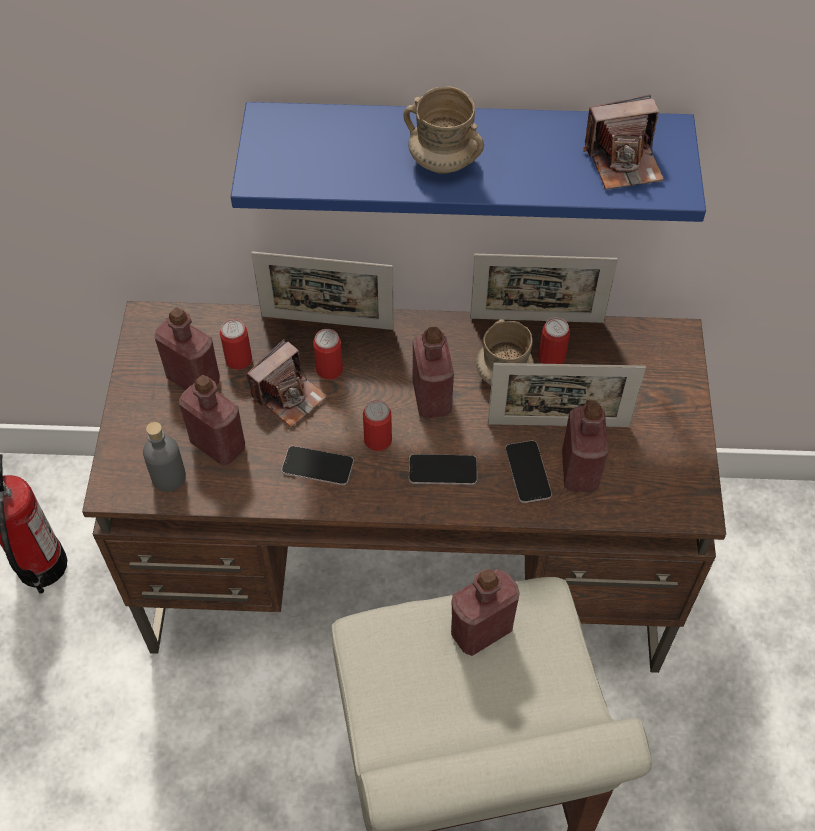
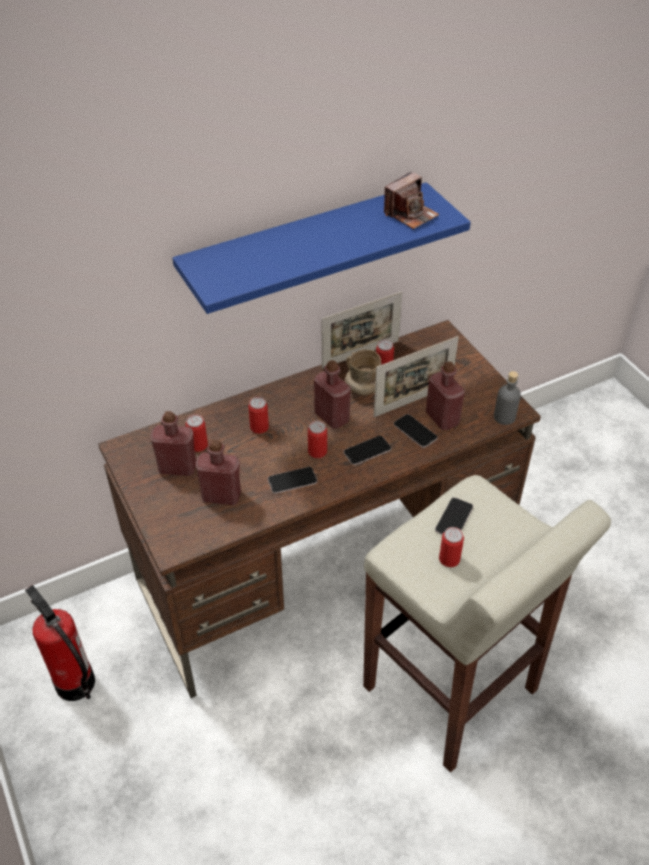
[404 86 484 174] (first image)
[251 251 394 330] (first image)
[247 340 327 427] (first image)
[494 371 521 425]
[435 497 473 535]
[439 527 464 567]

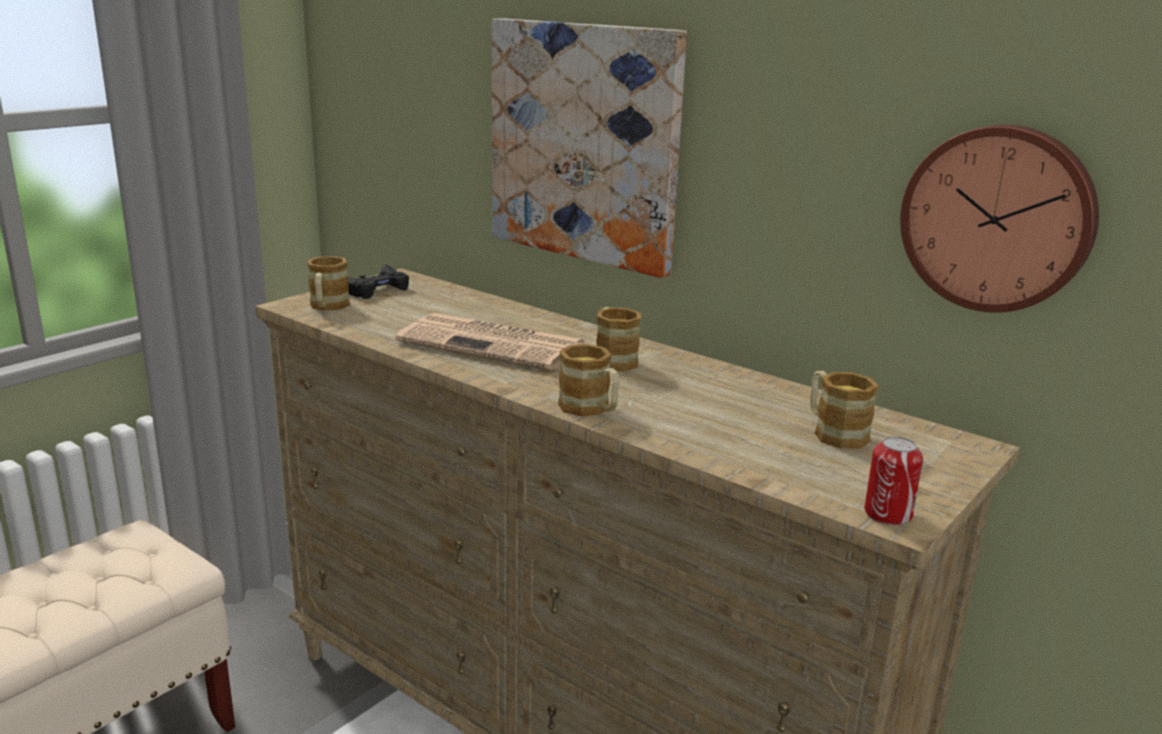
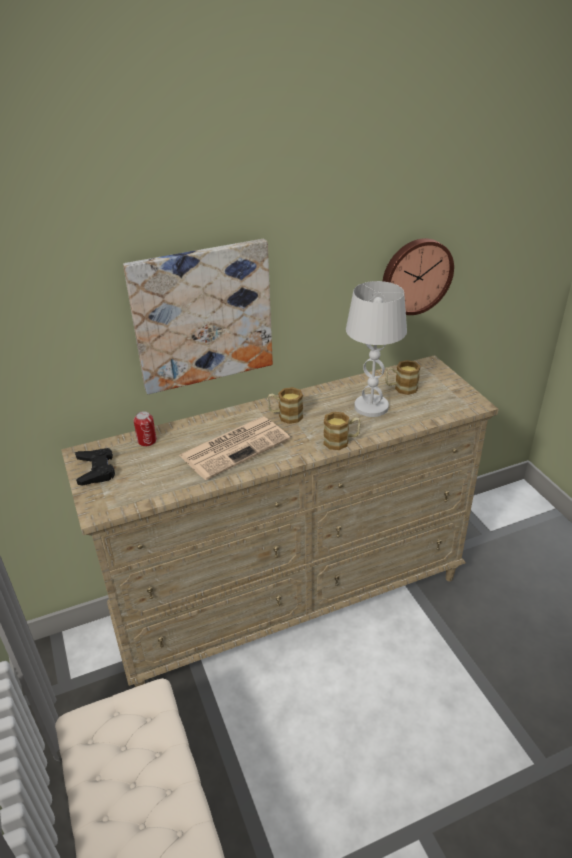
[307 256 350 311] (first image)
[133 411 157 447]
[346 281 407 417]

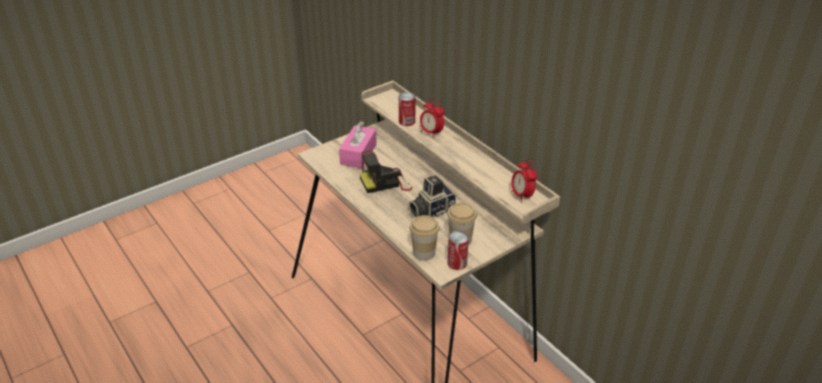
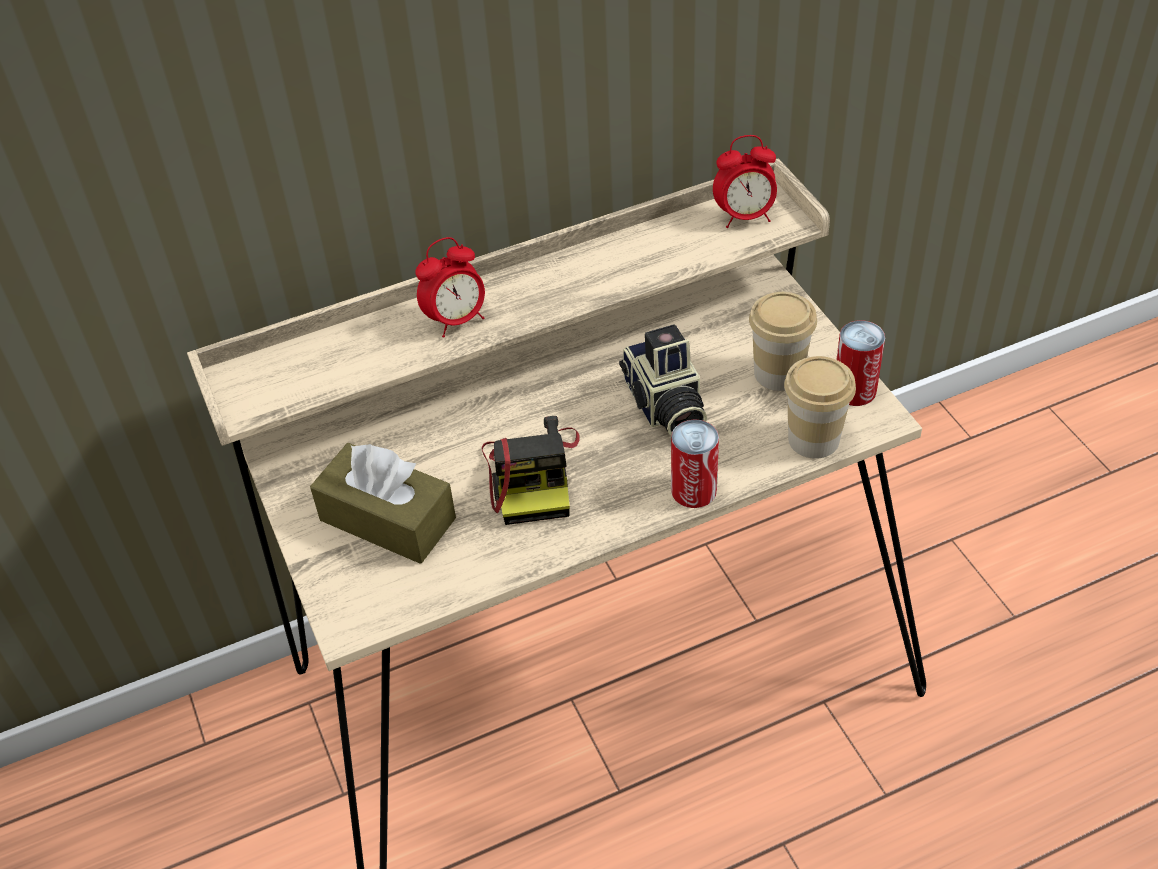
[671 419 719 508]
[310 443 456 564]

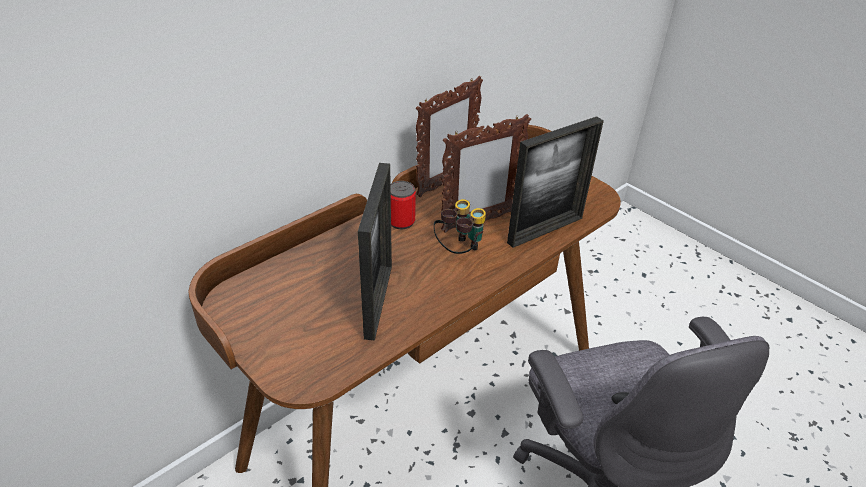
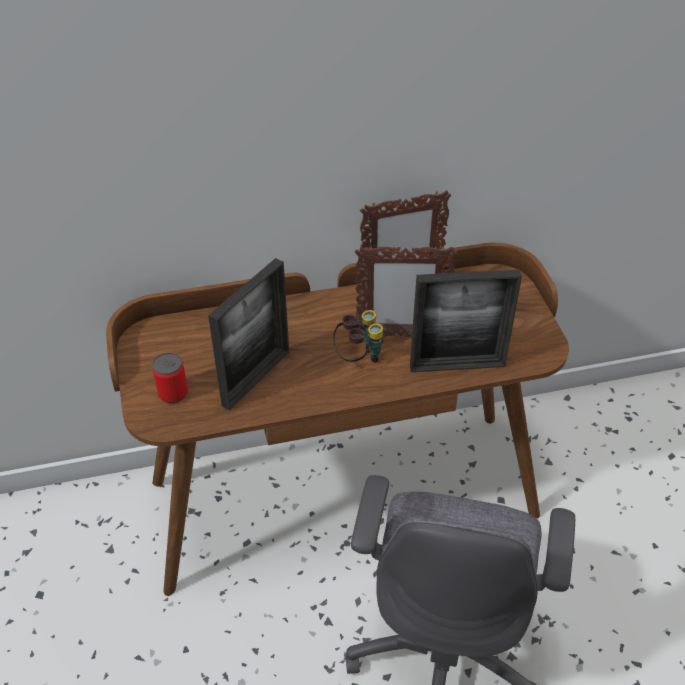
[152 353 188 404]

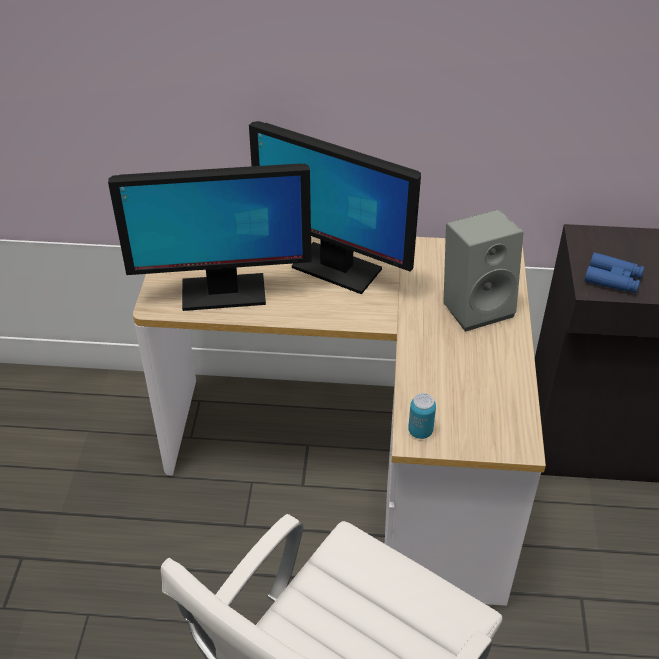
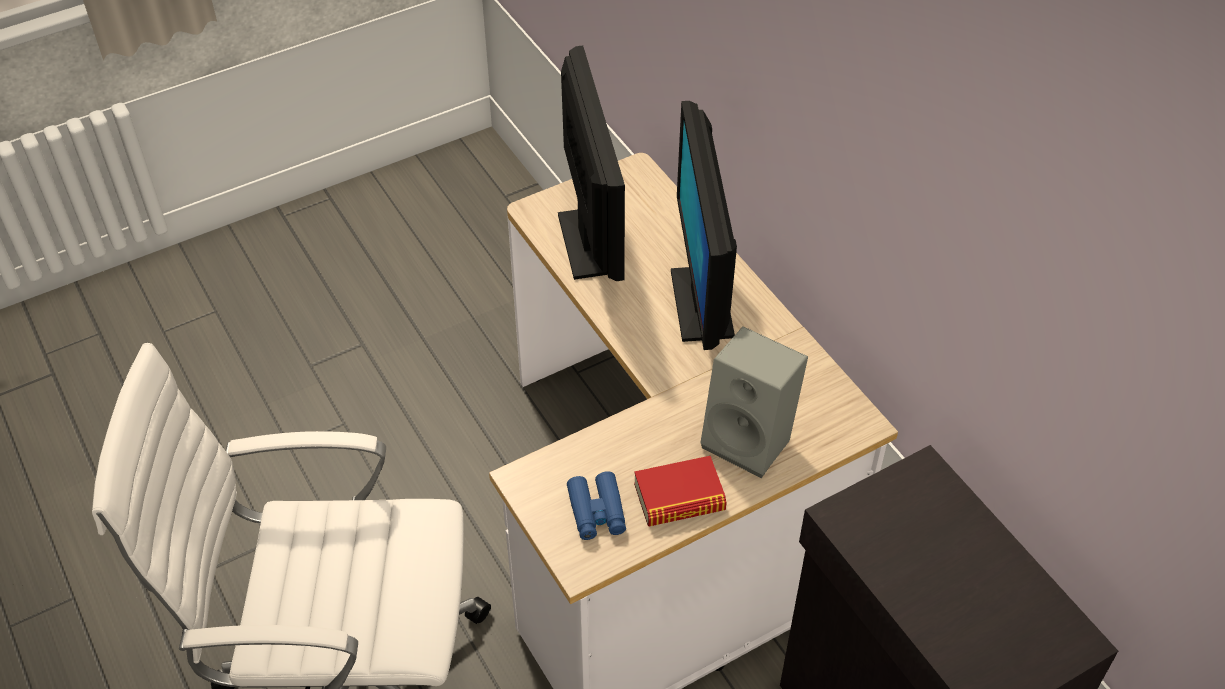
[558 46 625 281]
[567 471 626 540]
[408 393 436 439] (first image)
[634 456 727 526]

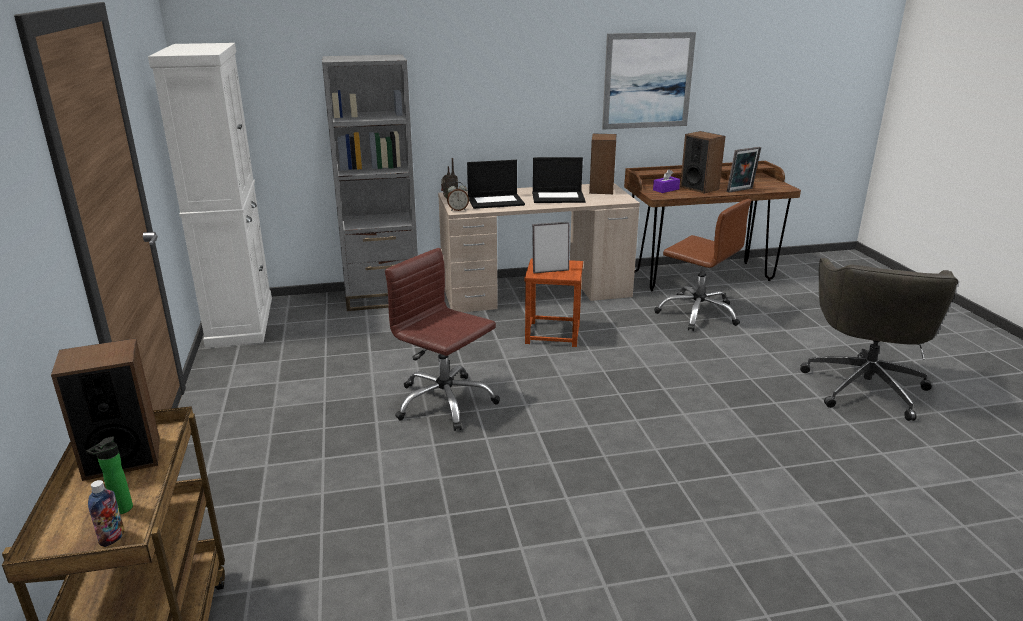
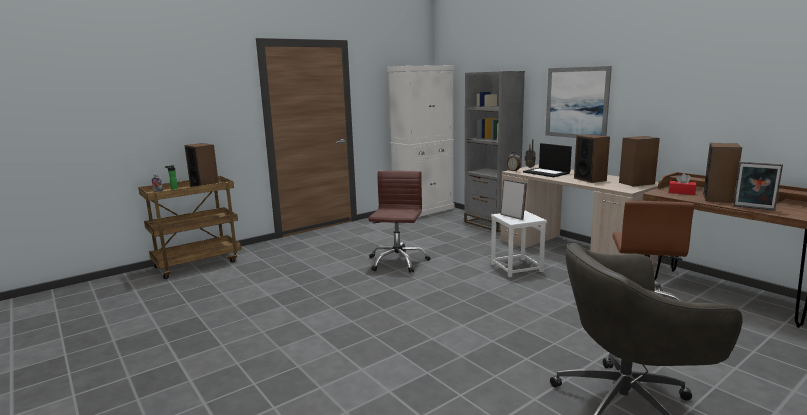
[545 66 612 138]
[574 134 610 183]
[669 173 696 195]
[491 210 547 277]

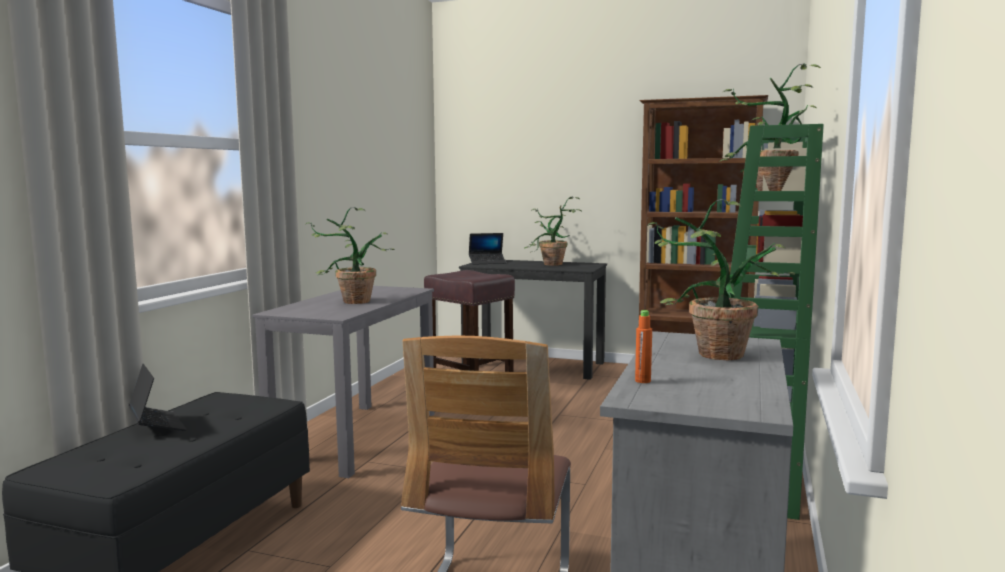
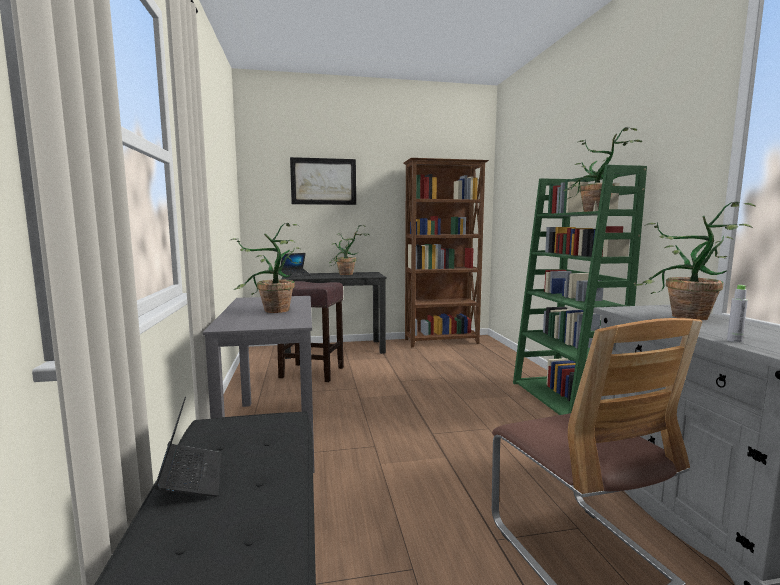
[727 285 748 342]
[154 397 222 497]
[290 157 356 205]

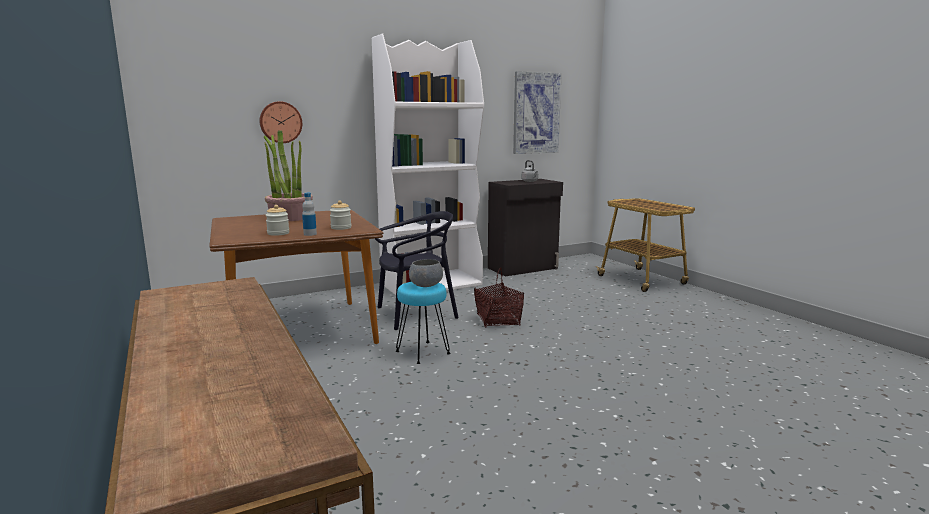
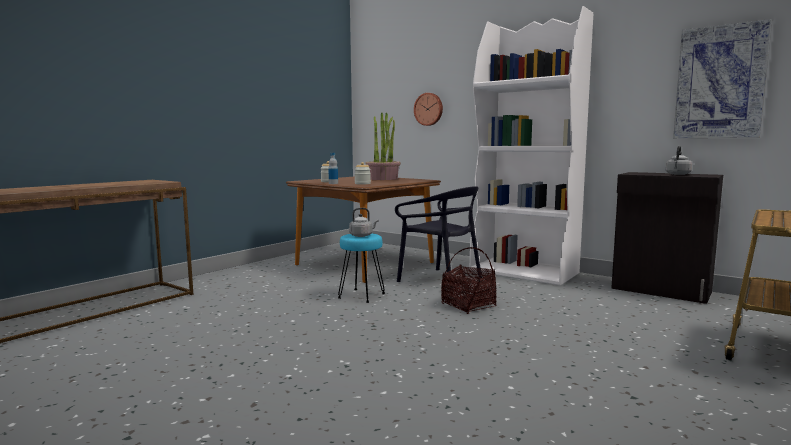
[349 208 379 237]

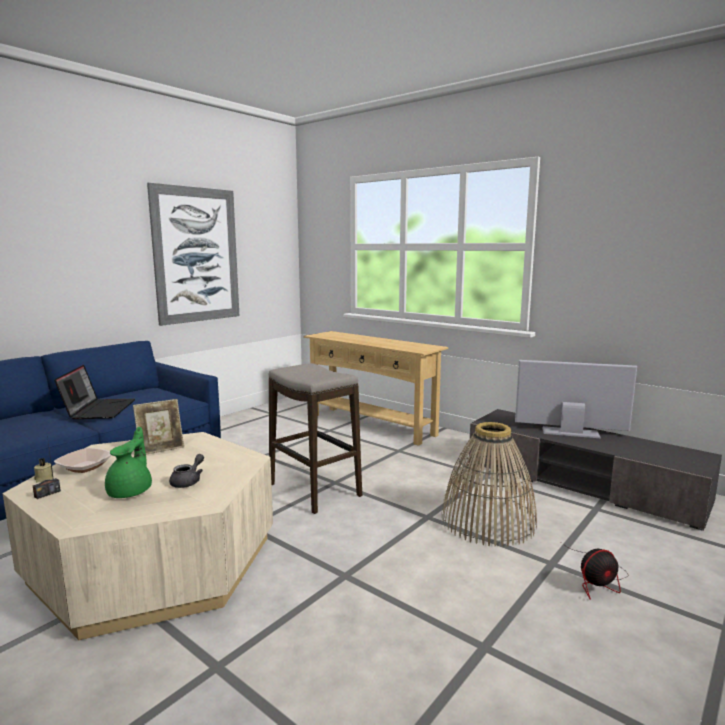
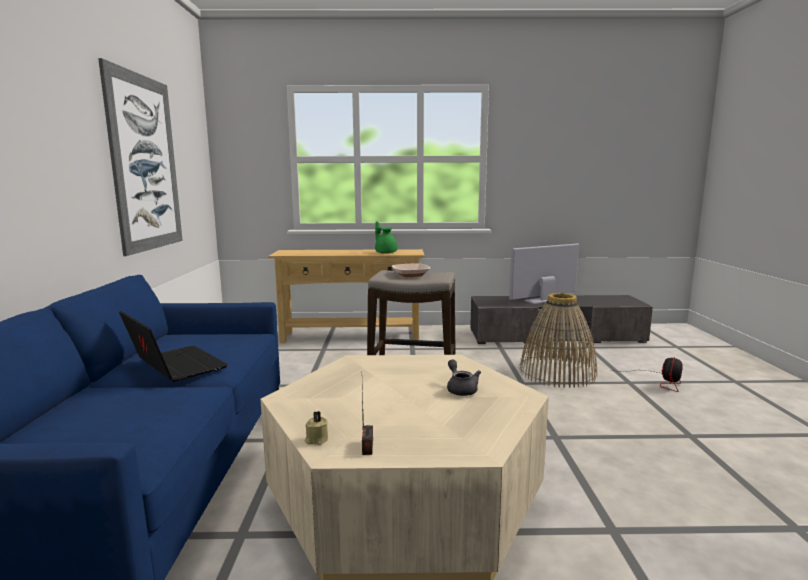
[133 399 184 455] (first image)
[375 221 398 254]
[392 263 430 277]

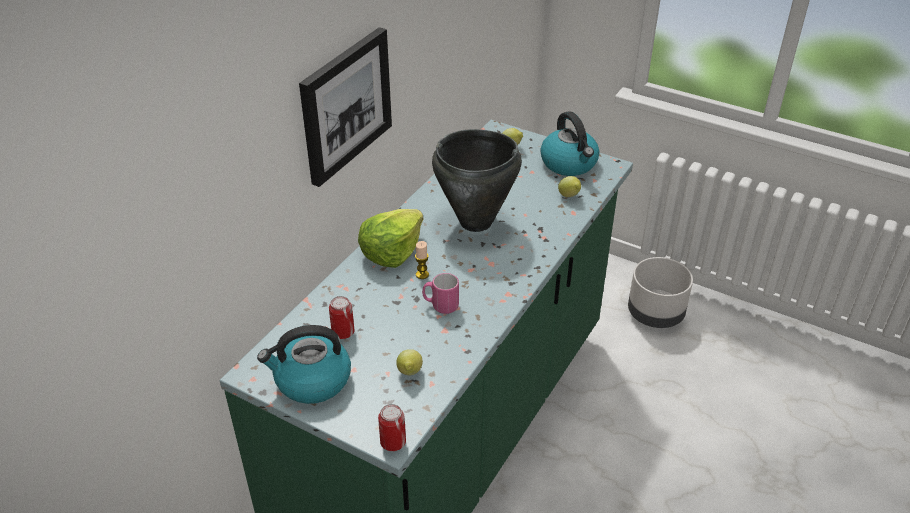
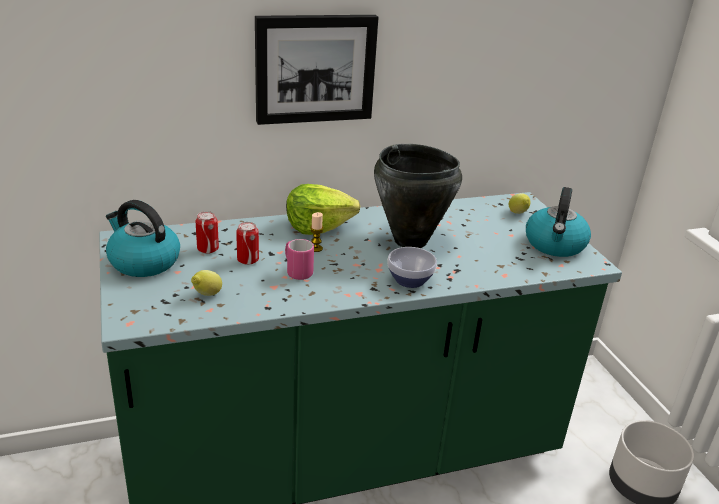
[558 176 581 197] (first image)
[236 222 259 265]
[387 247 437 288]

